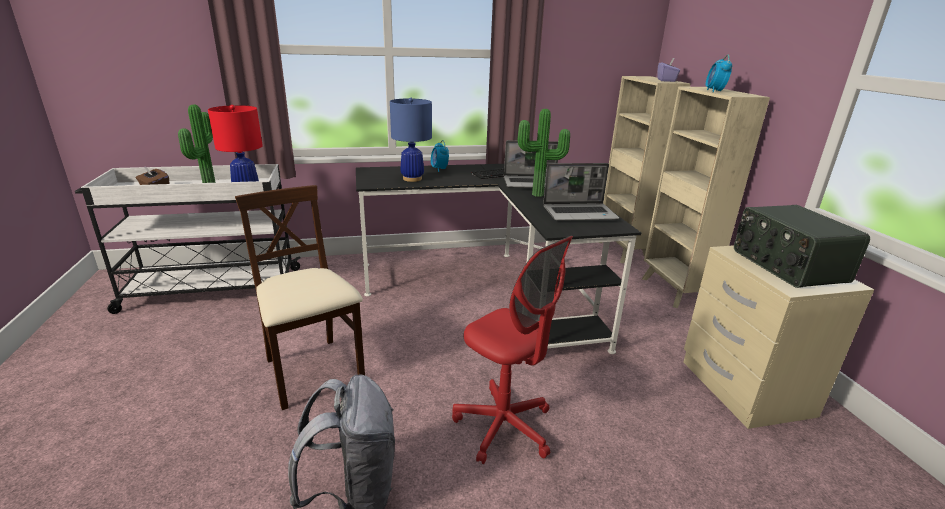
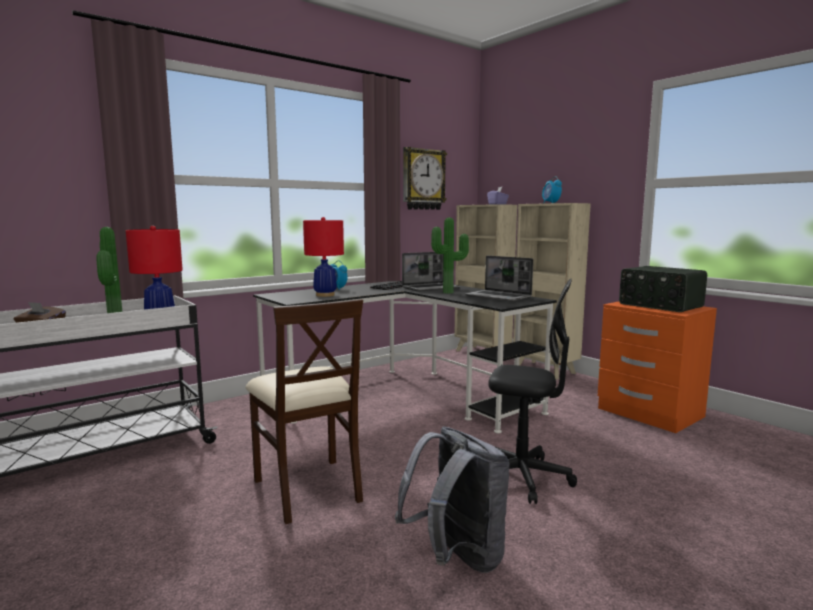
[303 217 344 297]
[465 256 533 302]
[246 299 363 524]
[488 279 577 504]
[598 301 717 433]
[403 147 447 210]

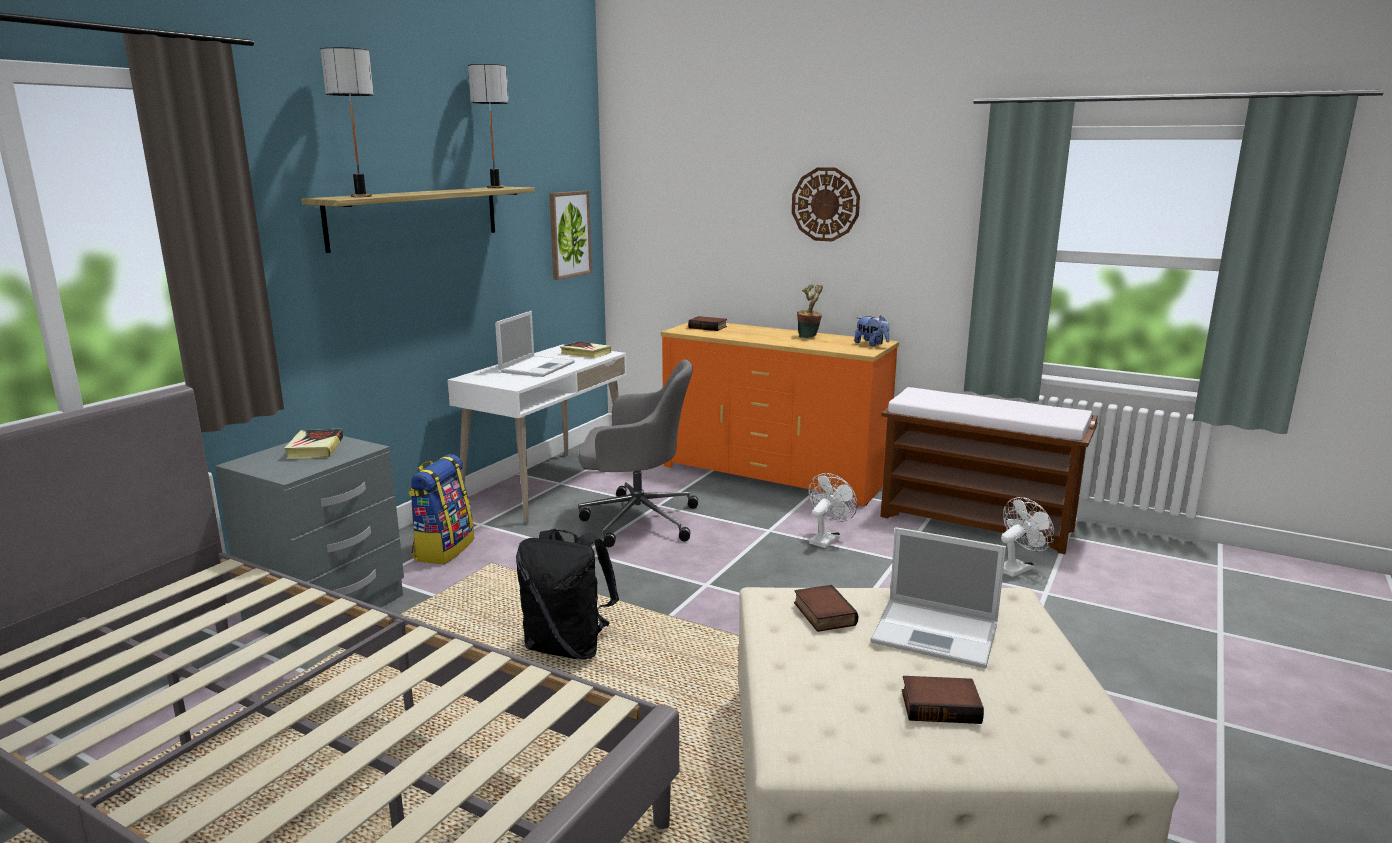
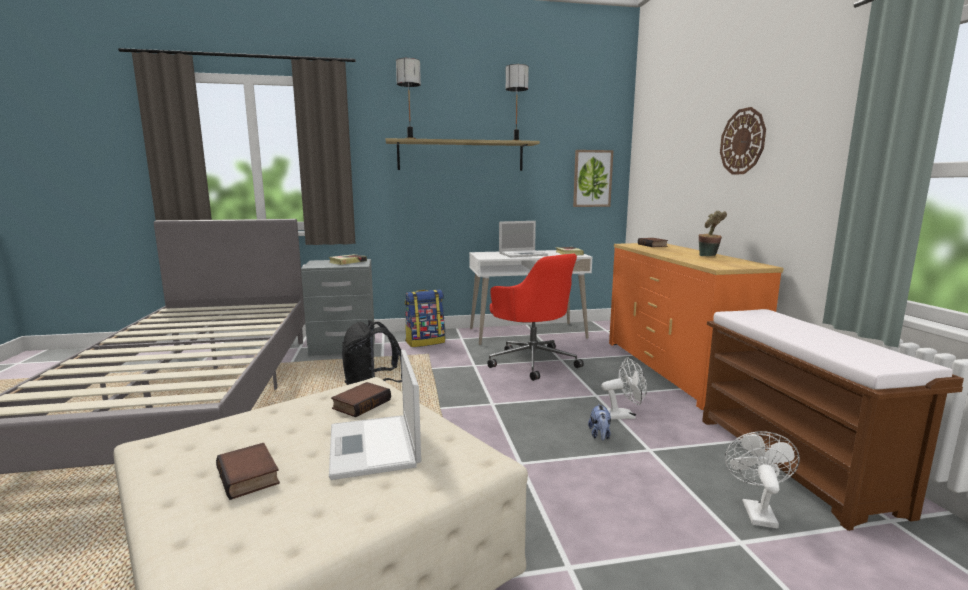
[588 404 611 440]
[487 254 584 381]
[725 431 800 528]

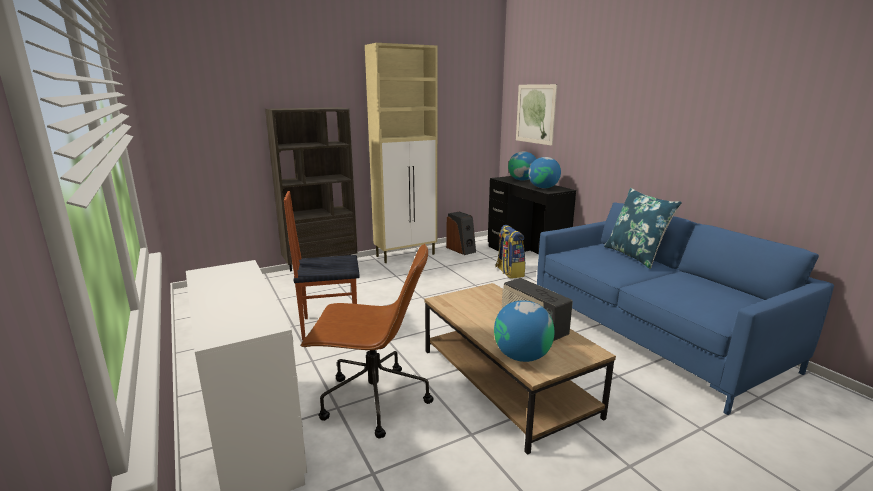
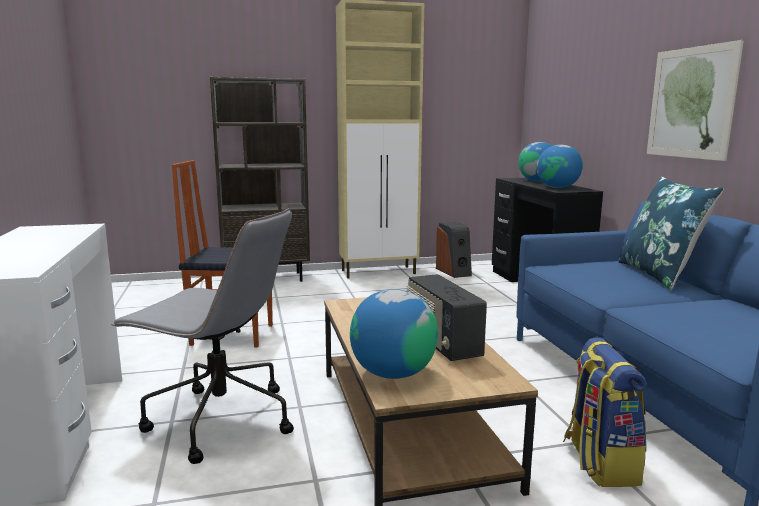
[647 40 744 161]
[563 338 646 487]
[111 208 294 464]

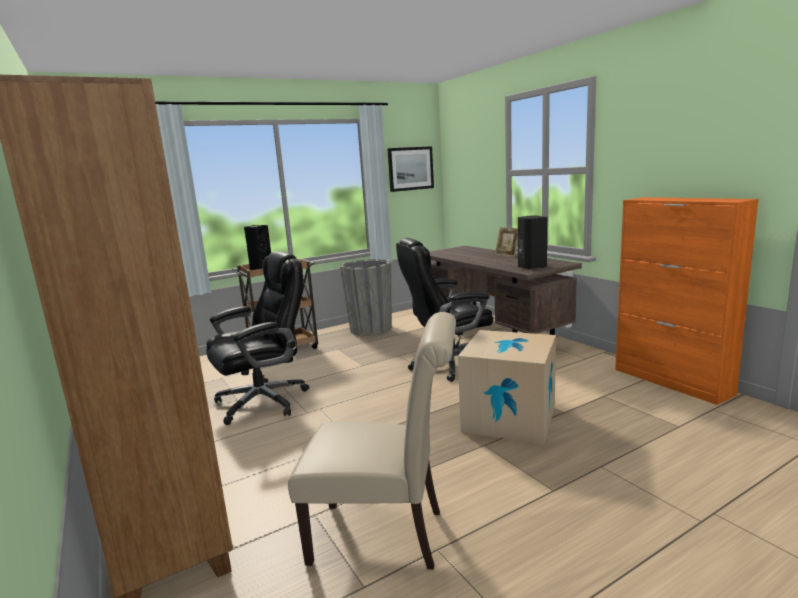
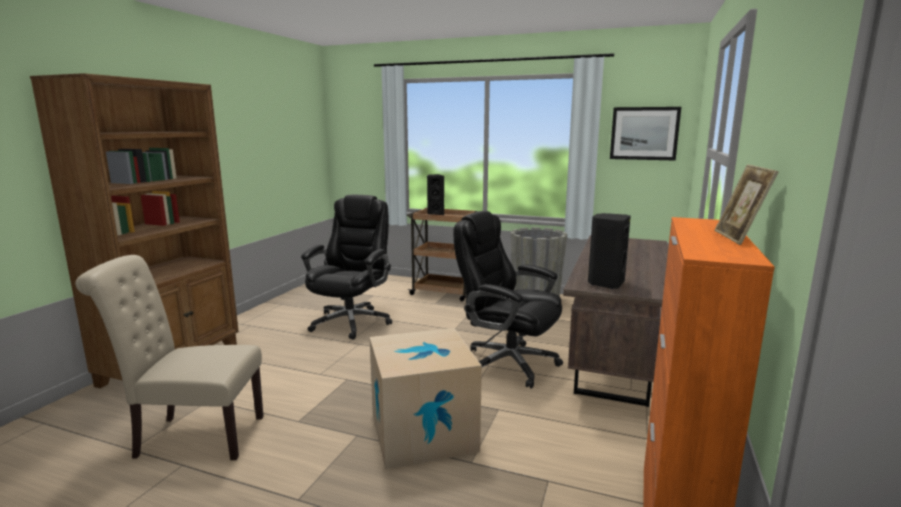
[714 164 778 245]
[301 195 392 340]
[75 255 264 460]

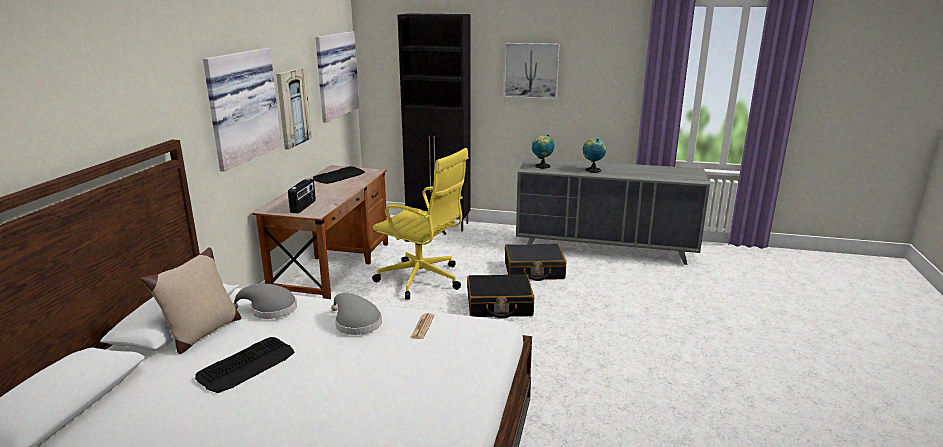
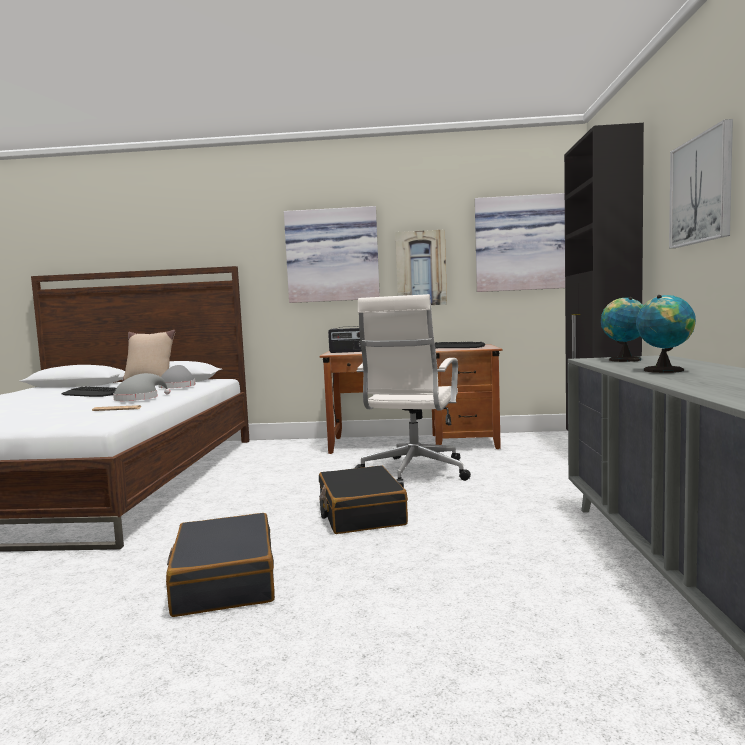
[355 294 471 488]
[166 513 275 617]

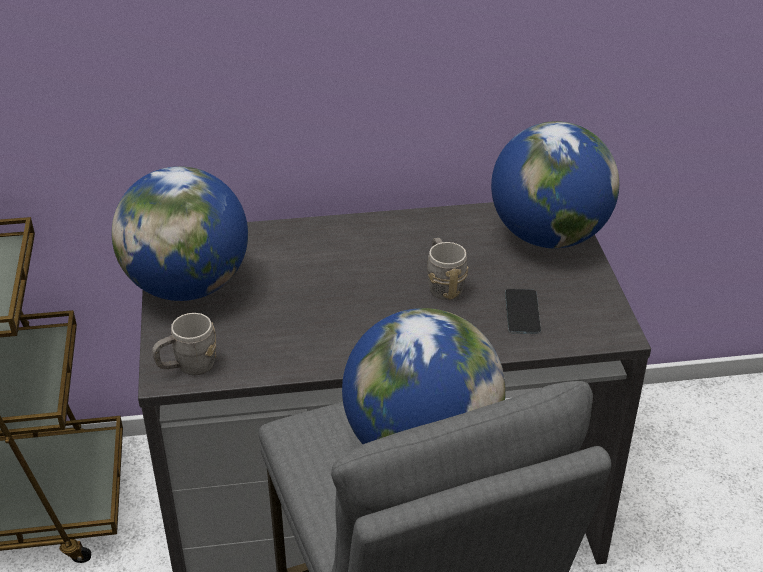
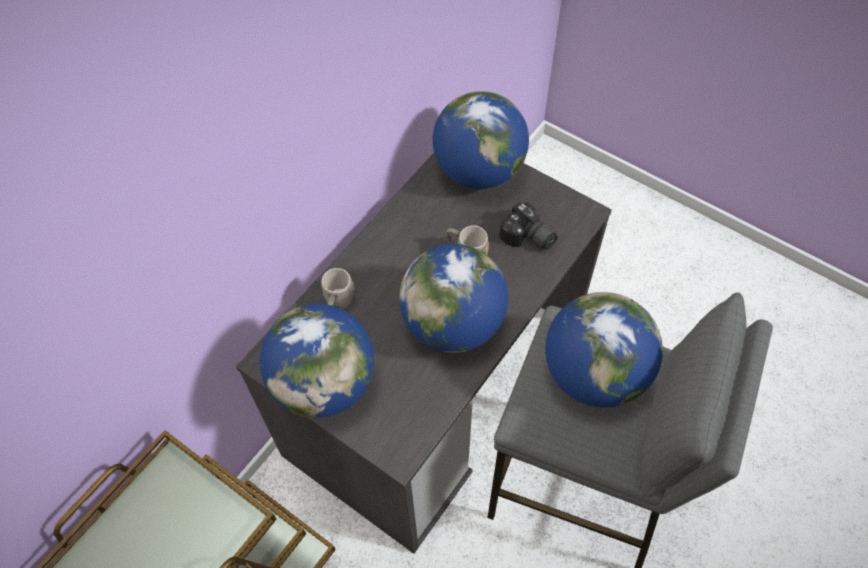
[499 202 558 250]
[321 268 354 309]
[399 244 508 353]

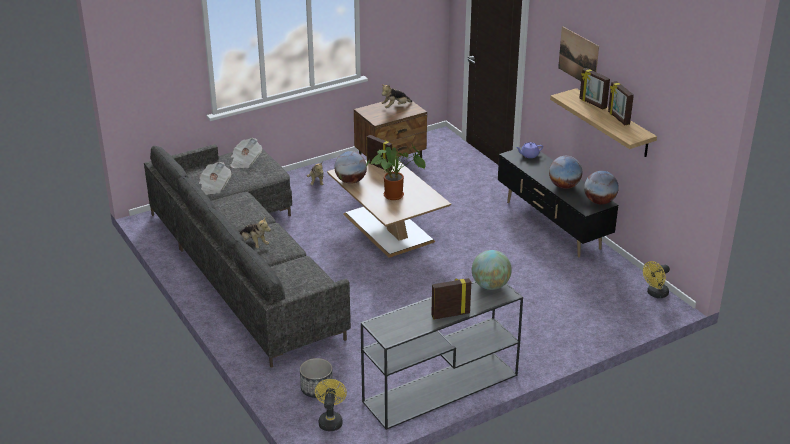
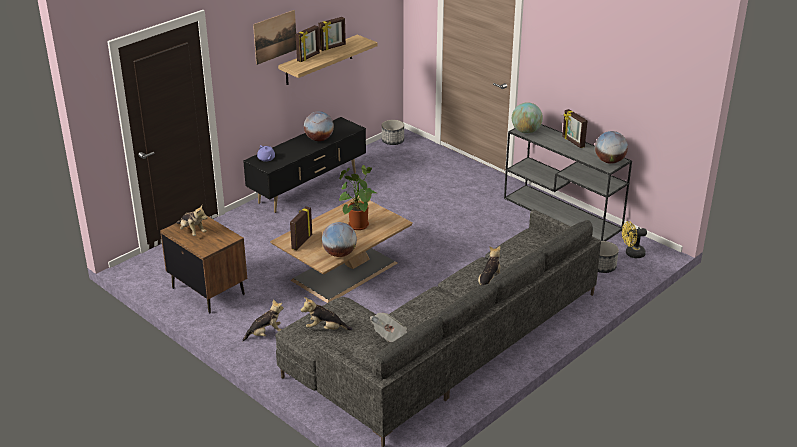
[301 297 353 330]
[595 131 628 164]
[382 120 404 145]

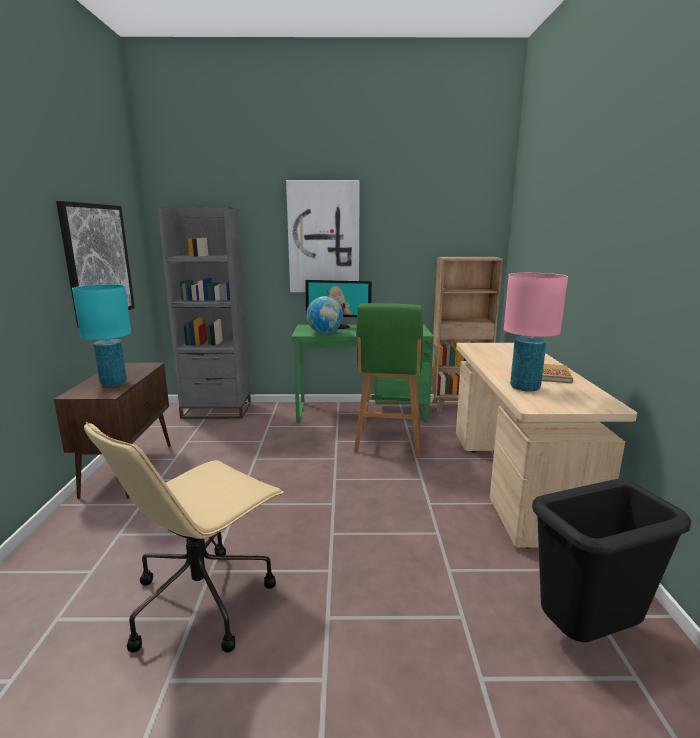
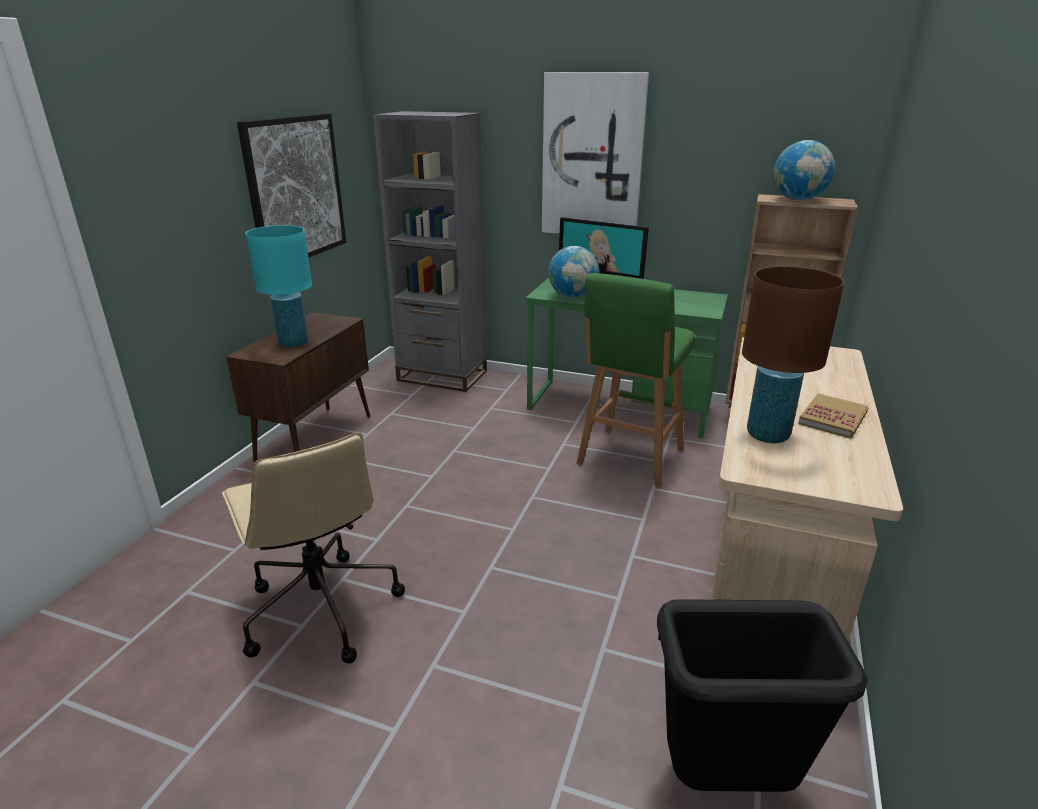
[742 266 845 443]
[222 433 405 664]
[773 140 835 201]

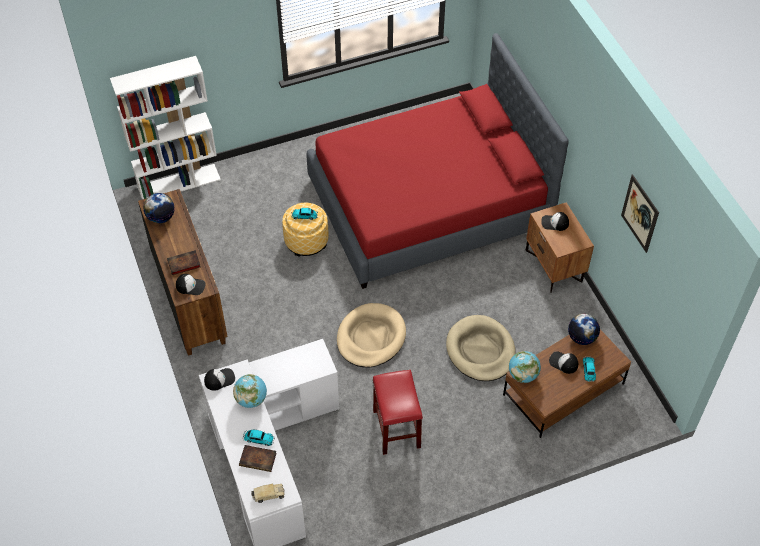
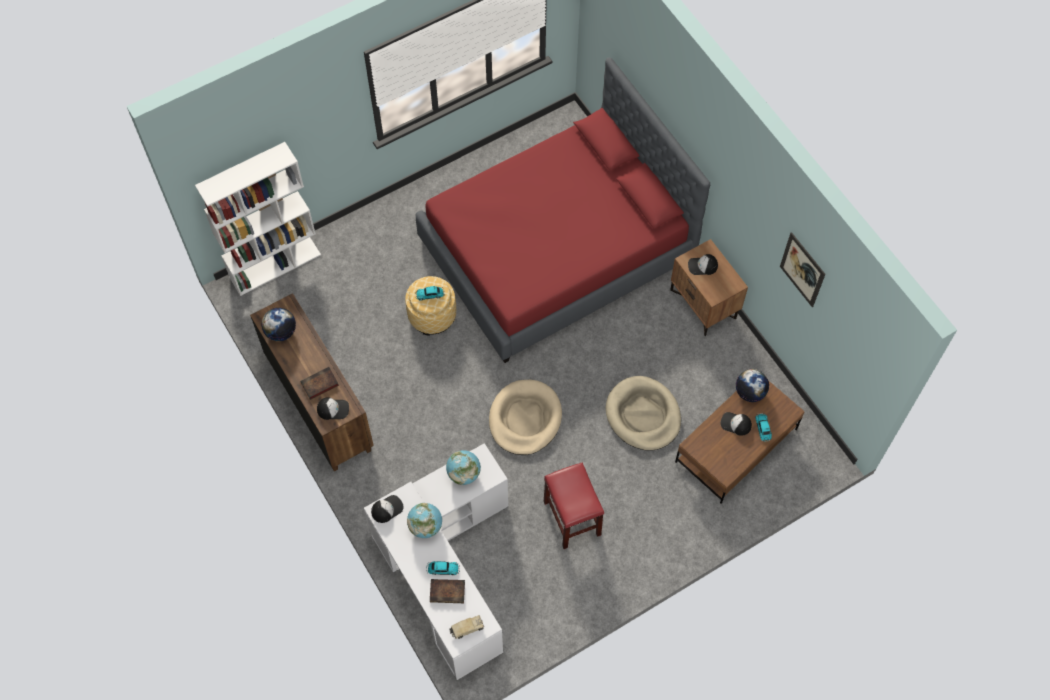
[446 450 481 485]

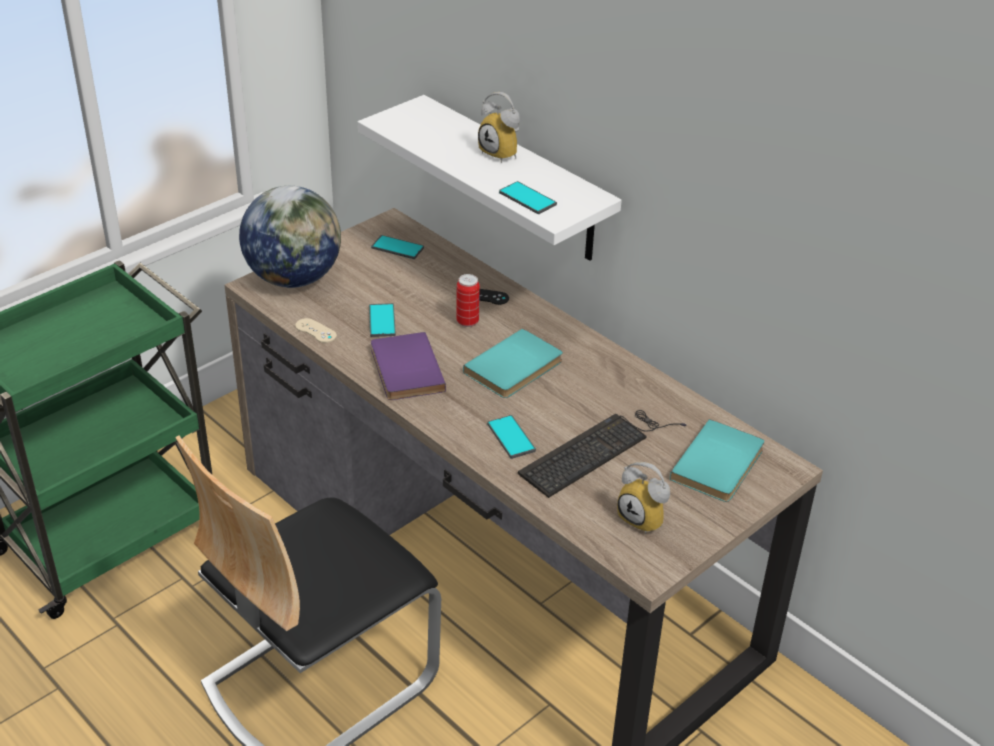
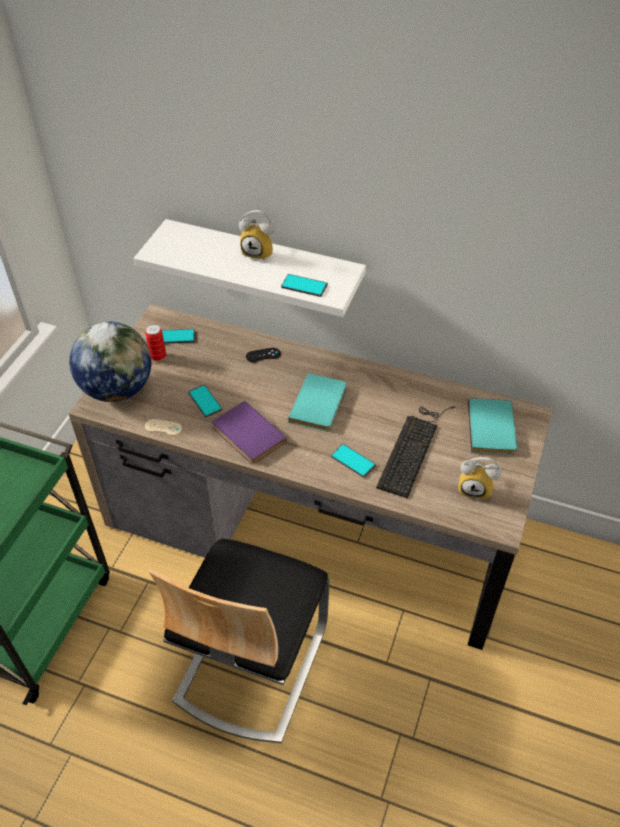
[145 324 166 361]

